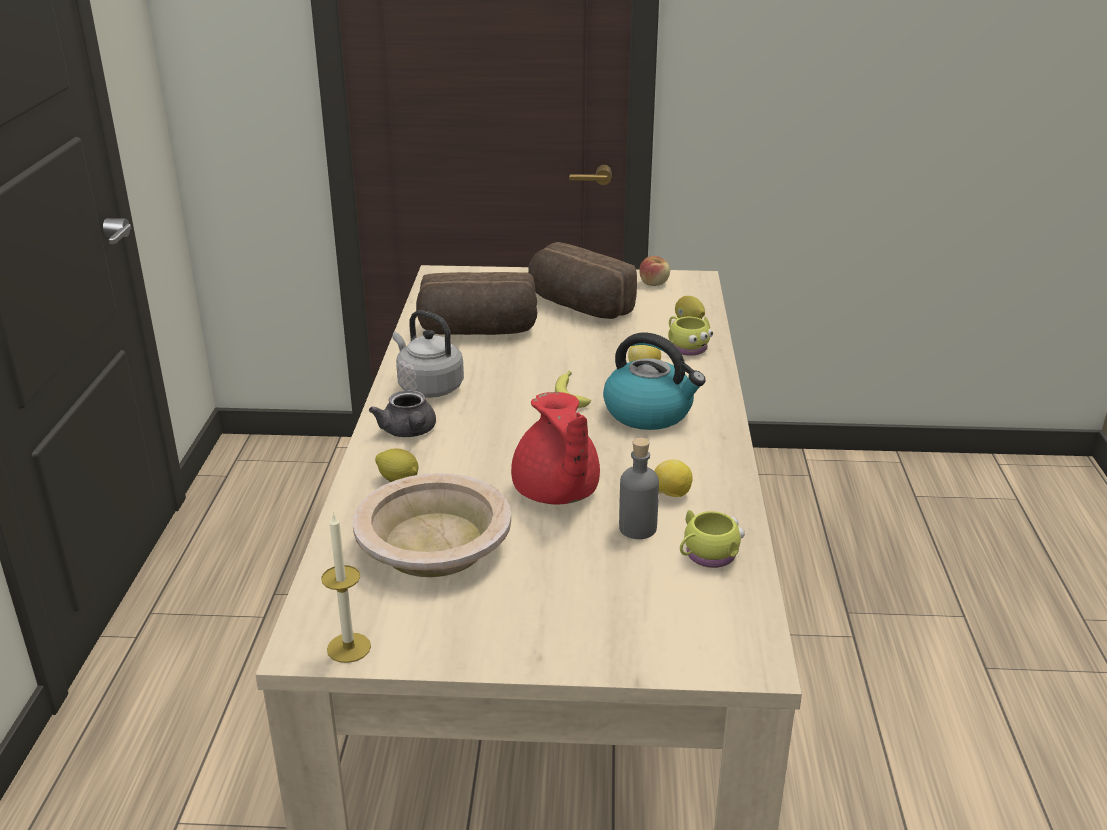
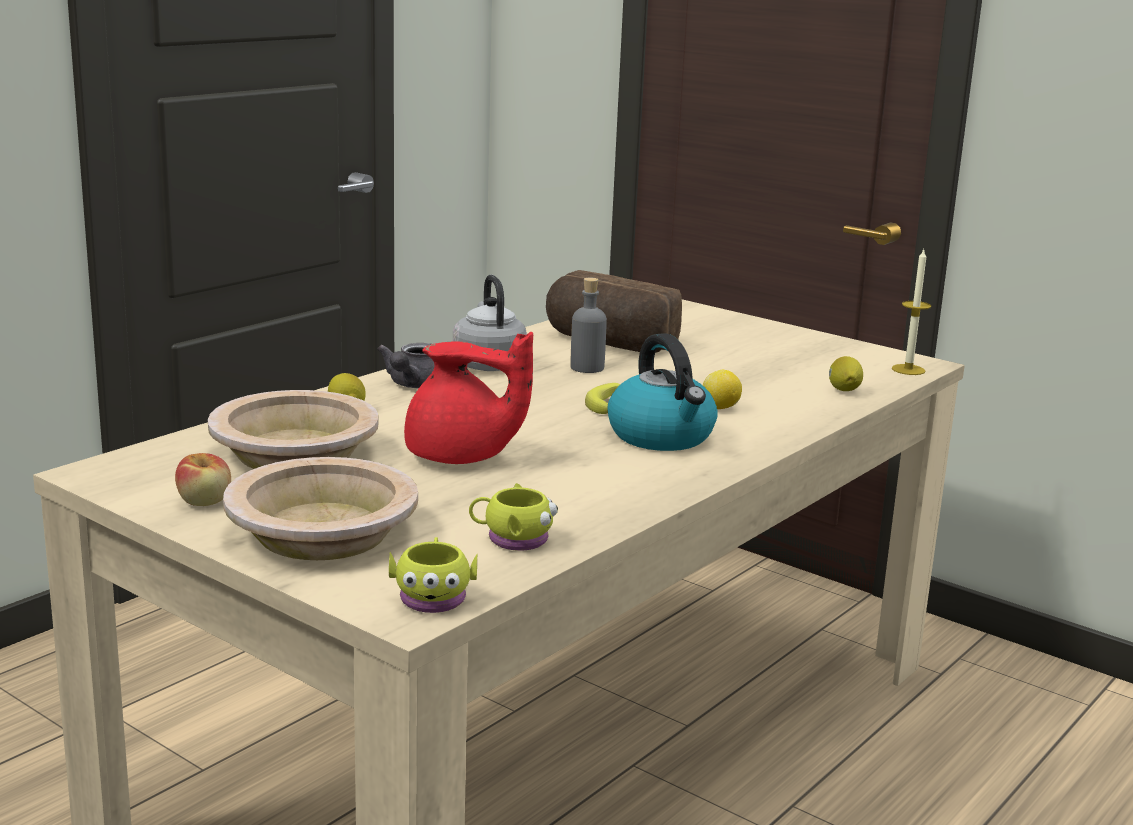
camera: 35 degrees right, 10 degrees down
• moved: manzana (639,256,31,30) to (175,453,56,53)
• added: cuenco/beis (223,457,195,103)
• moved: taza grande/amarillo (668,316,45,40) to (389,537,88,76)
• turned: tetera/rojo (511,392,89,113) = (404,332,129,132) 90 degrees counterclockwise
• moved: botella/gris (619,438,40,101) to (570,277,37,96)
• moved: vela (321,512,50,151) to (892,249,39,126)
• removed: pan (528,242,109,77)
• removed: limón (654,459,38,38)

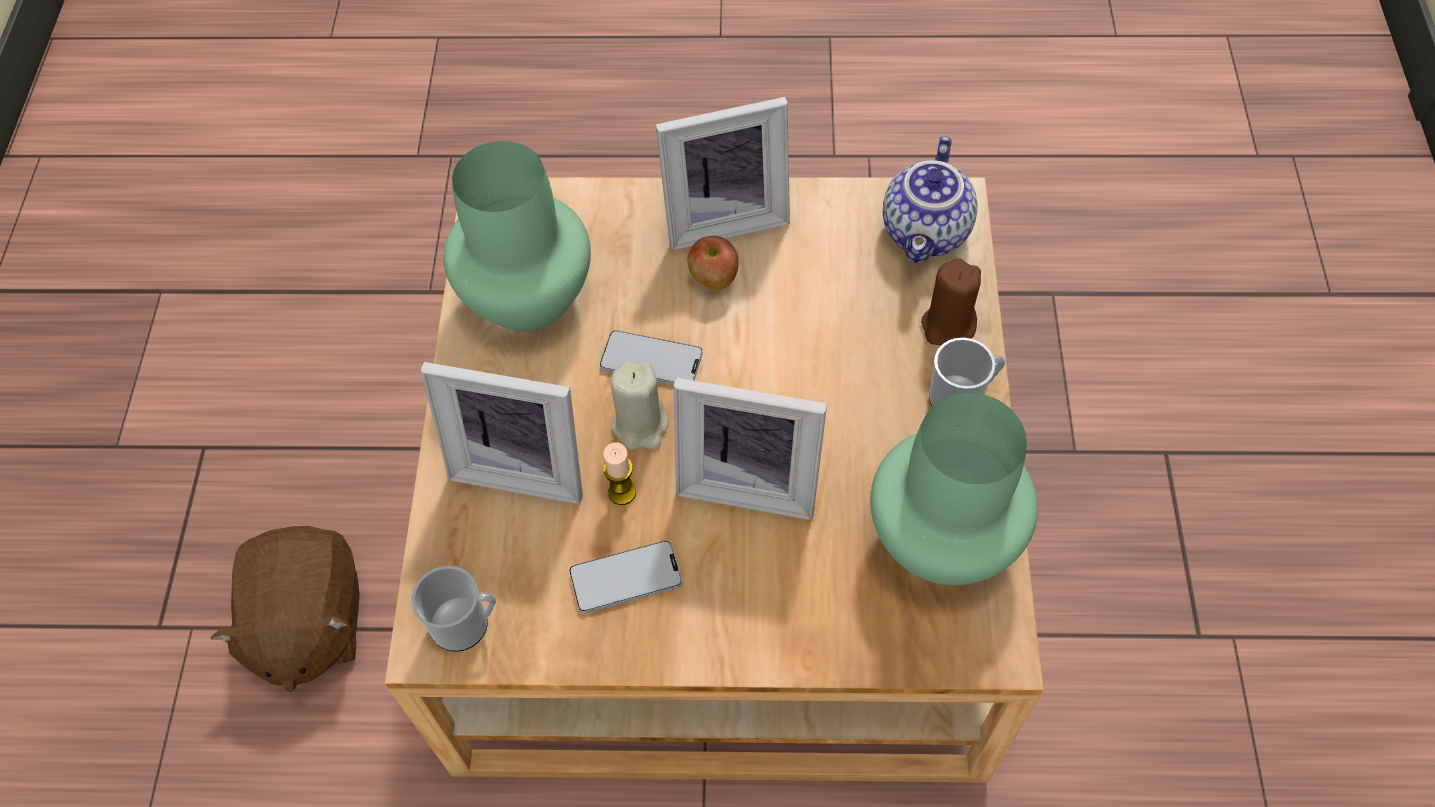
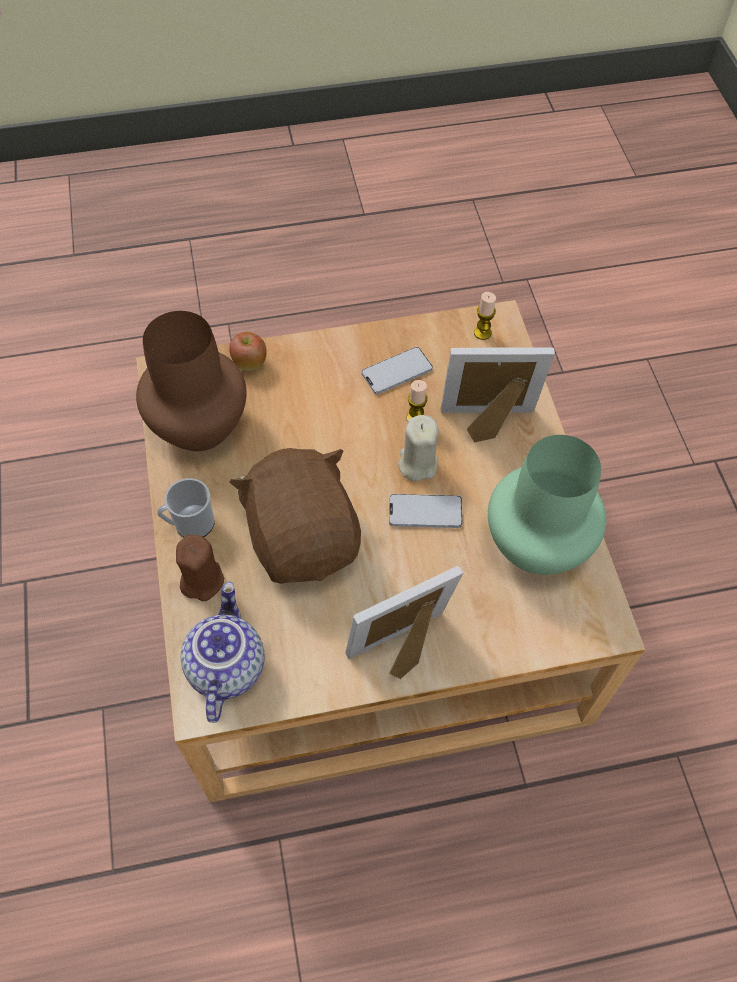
camera: 165 degrees right, 0 degrees up
• recoloured: florero/verde (870,393,168,192) to florero/marrón (136,311,110,140)
• moved: manzana (688,236,51,55) to (229,332,38,39)
• moved: peluche/marrón (211,526,149,166) to (229,448,132,136)
• replaced: taza grande (412,566,84,86) to vela (474,292,22,48)
• removed: portarretratos (674,378,153,142)

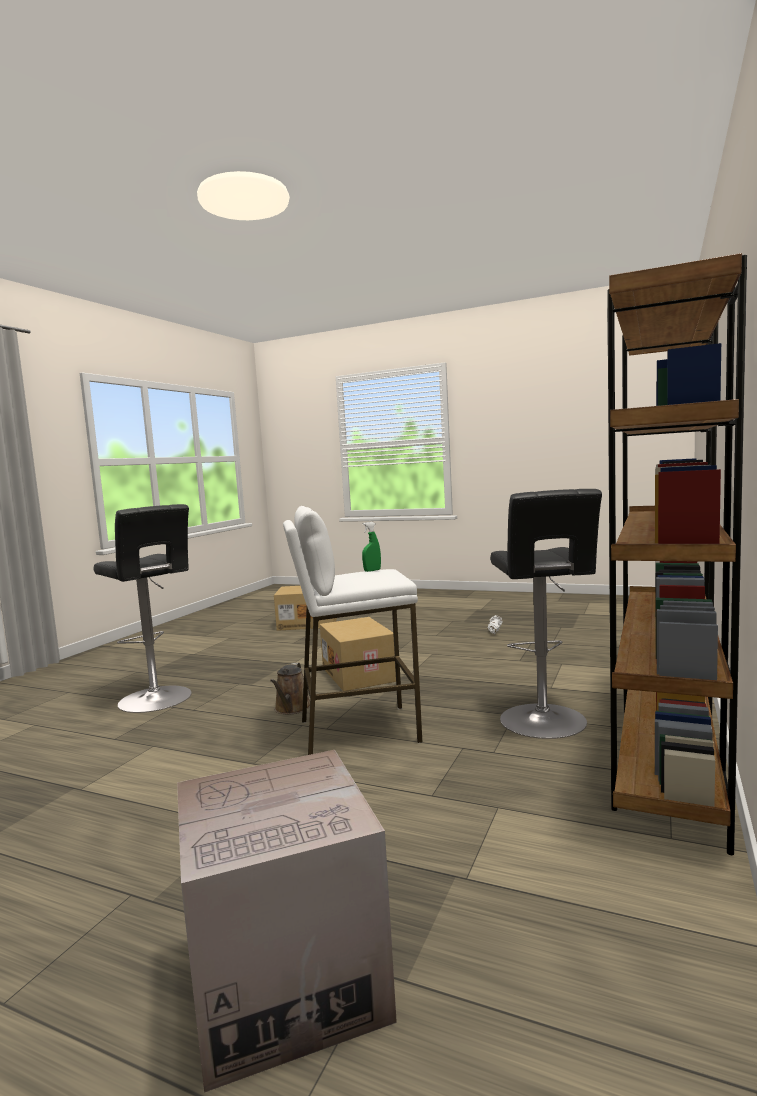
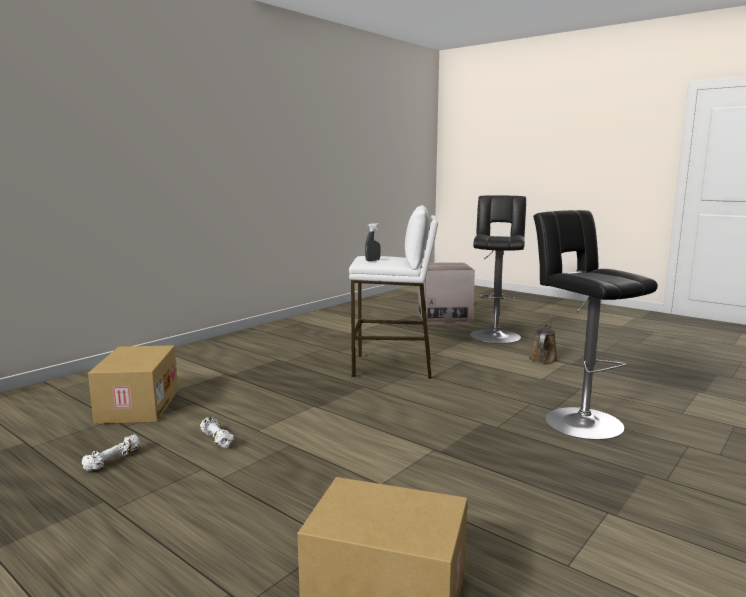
camera: 165 degrees left, 5 degrees up
• moved: caja de cartón (320,617,76,74) to (88,345,90,79)
• added: mancuerna/blanco (200,417,34,31)
• recoloured: pulverizador/verde (362,522,19,50) to pulverizador/gris (365,223,16,38)
• moved: taburete/negro (490,489,112,250) to (470,195,56,149)
• moved: regadera/marrón (270,663,40,52) to (529,315,29,48)
• removed: estantería/marrón (607,253,140,602)

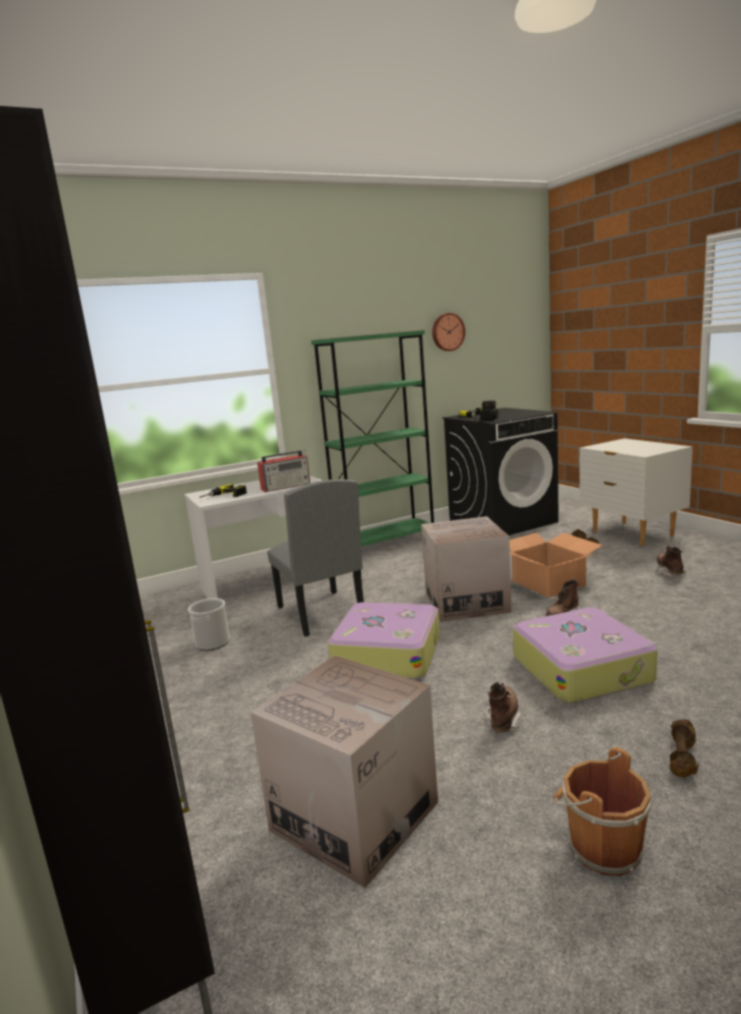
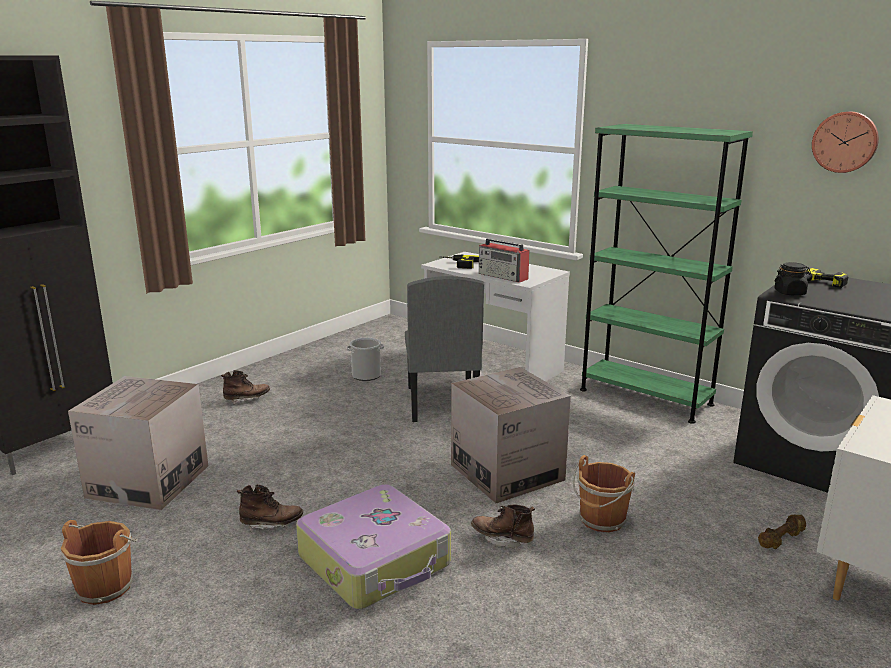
camera: 65 degrees right, 5 degrees up
• moved: bota/marrón (656,545,30,32) to (221,370,49,35)
• turned: silla/gris (267,479,97,158) = (405,276,79,146) 45 degrees counterclockwise
• replaced: caja de cartón (509,533,94,65) to cubo/marrón (573,455,62,77)
• removed: maleta (328,602,112,77)
• removed: mancuerna/marrón (670,719,29,59)

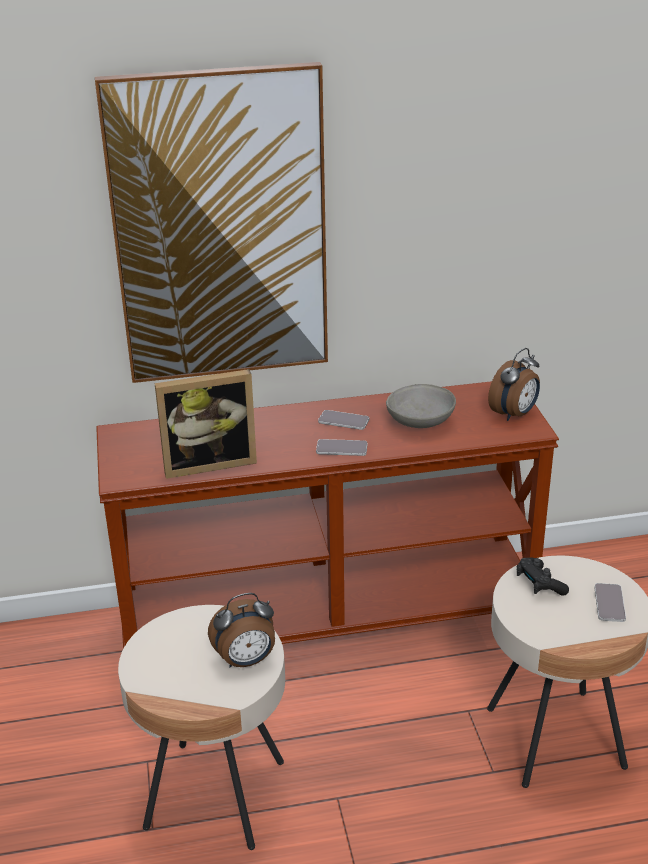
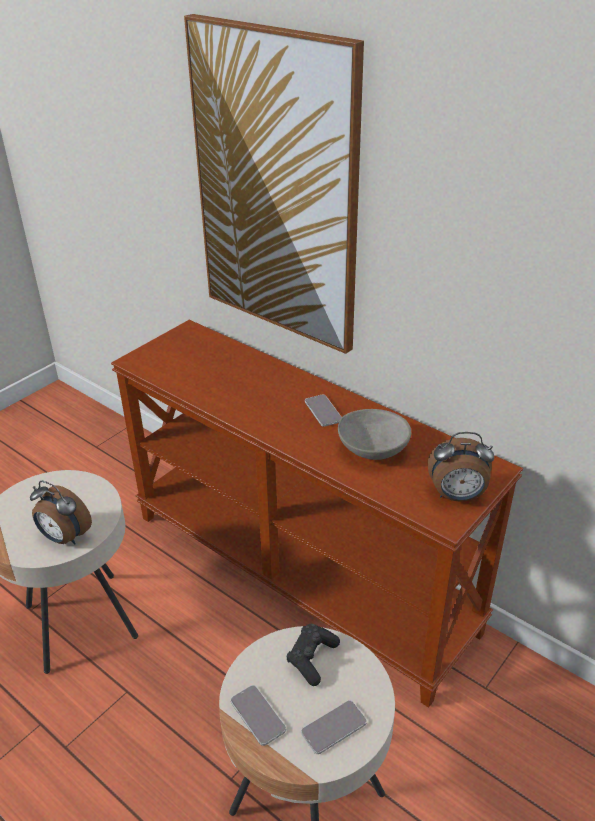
camera: 50 degrees right, 5 degrees up
• moved: móvil (316,439,51,17) to (231,685,55,61)
• removed: portarretratos (155,369,102,110)

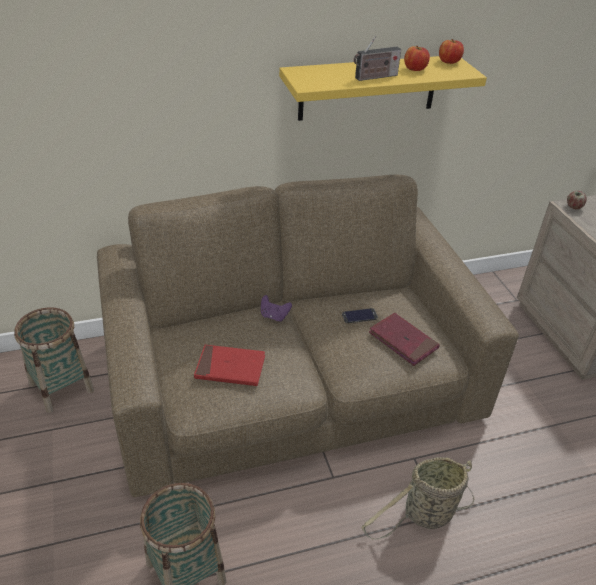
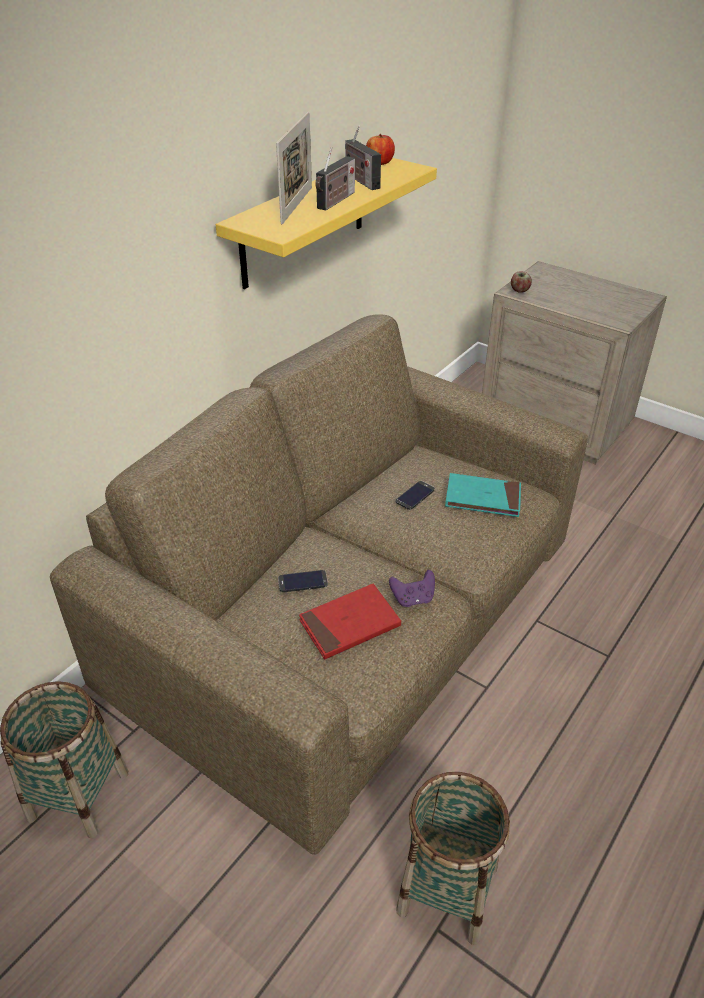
camera: 35 degrees left, 0 degrees up
• added: portarretratos (276,112,36,112)
• added: móvil (278,570,50,22)
• replaced: manzana (404,46,26,25) to radio (345,126,36,64)
• moved: mando de consola/morado (261,295,31,27) to (389,570,46,37)
• recoloured: libro/rojo (369,313,71,53) to libro/turquesa (445,473,76,44)
• removed: cesta (361,457,114,83)

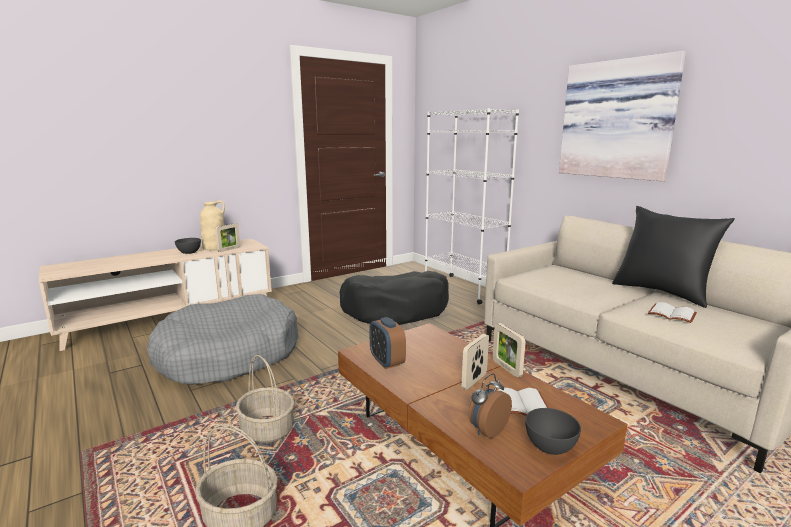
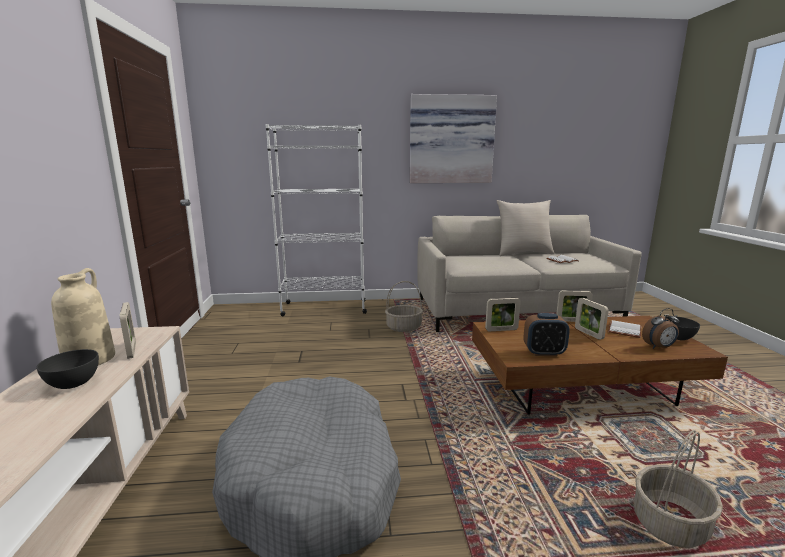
camera: 60 degrees left, 0 degrees up
• moved: cesta (236,355,59,88) to (385,281,38,51)
• added: portarretratos (485,298,36,33)
• recoloured: cojín/negro (612,206,123,102) to cojín/beis (496,200,59,56)
• turned: despertador (469,373,43,65) = (642,308,37,41) 90 degrees counterclockwise
• removed: cama para perro/negro (340,271,109,54)

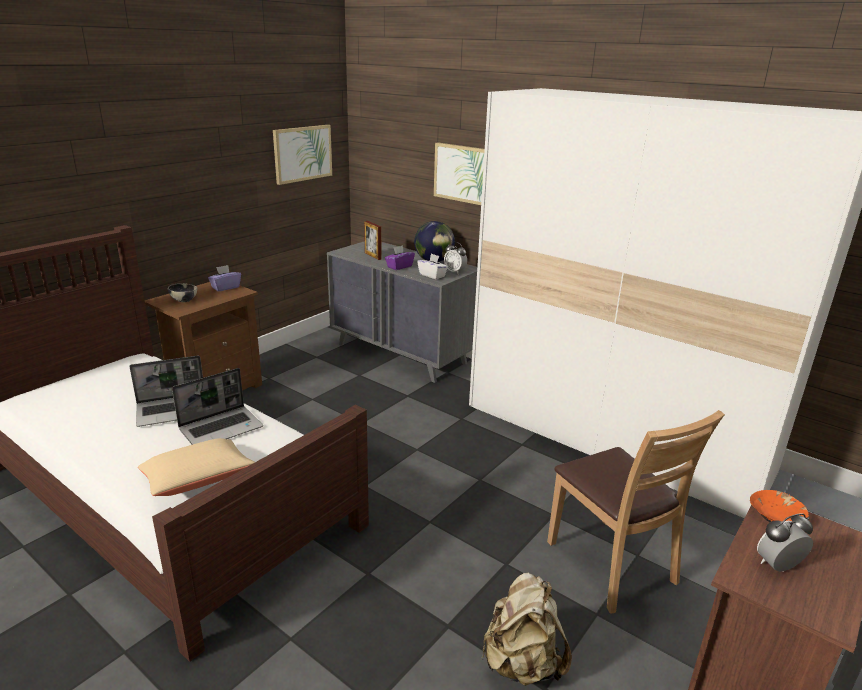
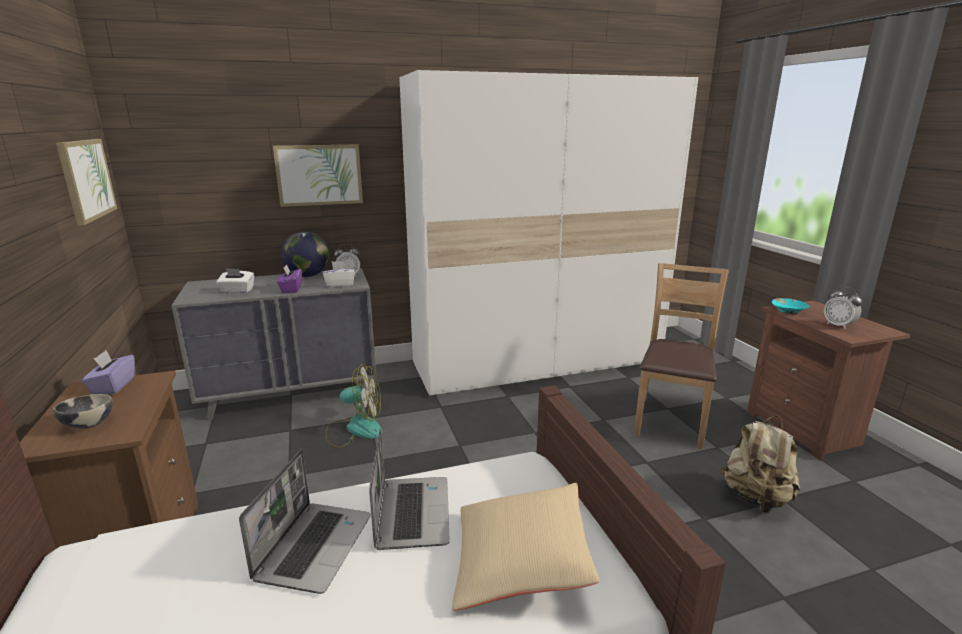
camera: 55 degrees left, 5 degrees down
• replaced: portarretratos (364,221,17,39) to caja de pañuelos/blanco (216,268,38,25)
• added: ventilador (325,364,57,84)
• turned: silla/marrón (547,410,178,204) = (634,263,95,186) 75 degrees counterclockwise
• recoloured: cuenco/naranja (750,490,59,32) to cuenco/turquesa (772,298,38,16)
• turned: despertador (757,513,56,59) = (824,287,38,42) 45 degrees counterclockwise

